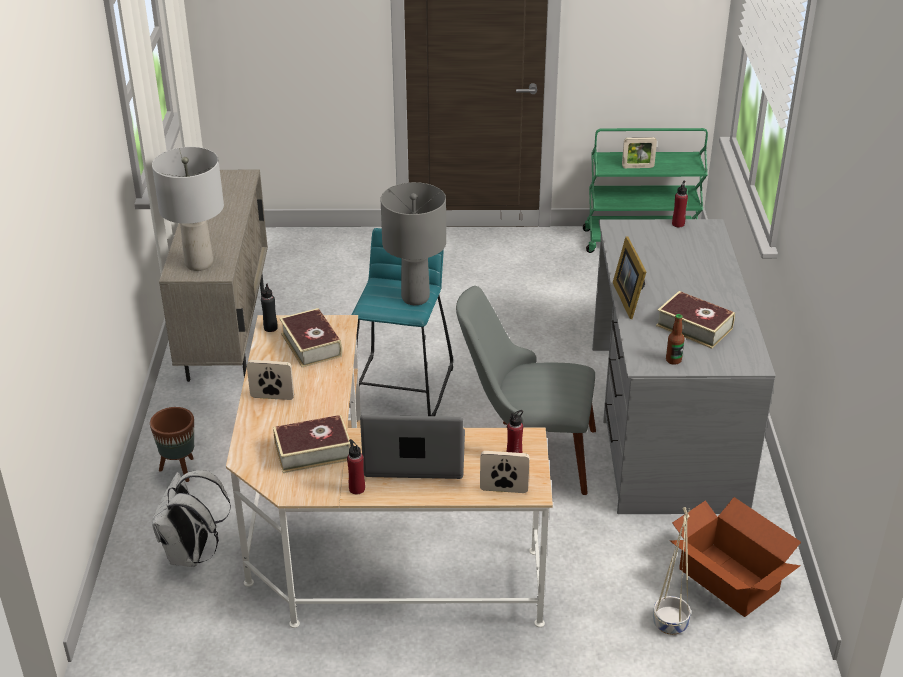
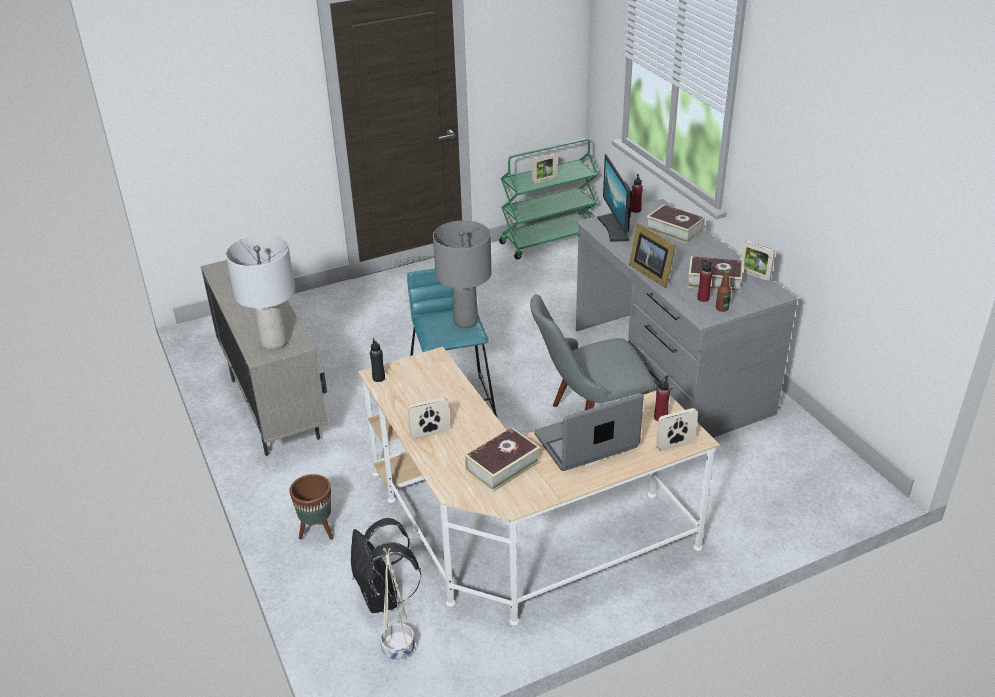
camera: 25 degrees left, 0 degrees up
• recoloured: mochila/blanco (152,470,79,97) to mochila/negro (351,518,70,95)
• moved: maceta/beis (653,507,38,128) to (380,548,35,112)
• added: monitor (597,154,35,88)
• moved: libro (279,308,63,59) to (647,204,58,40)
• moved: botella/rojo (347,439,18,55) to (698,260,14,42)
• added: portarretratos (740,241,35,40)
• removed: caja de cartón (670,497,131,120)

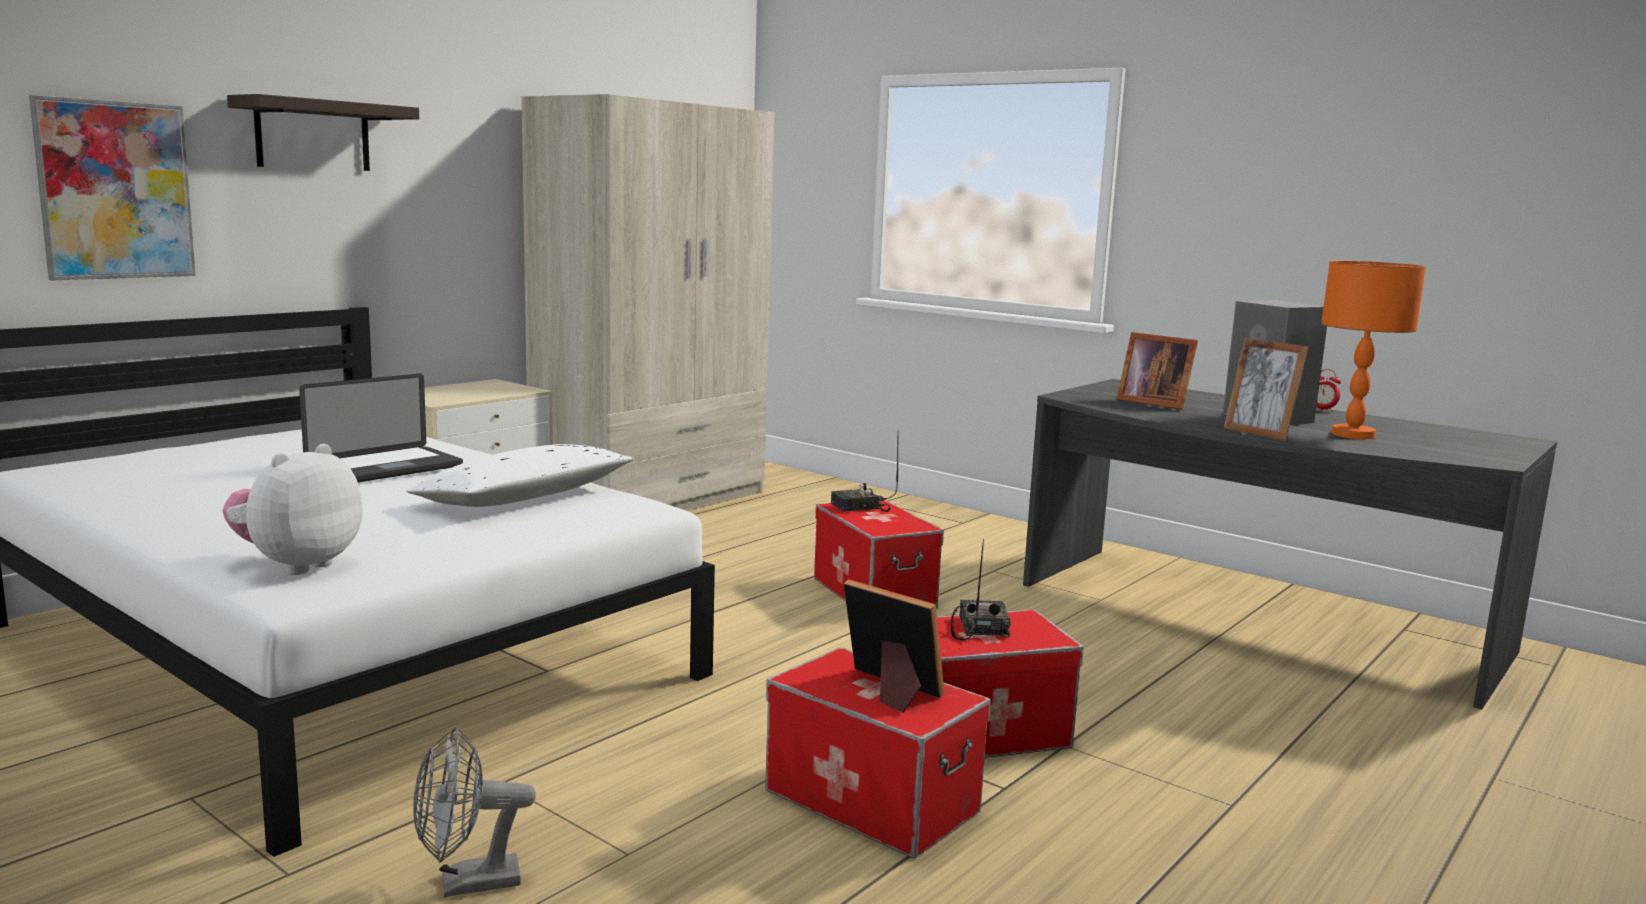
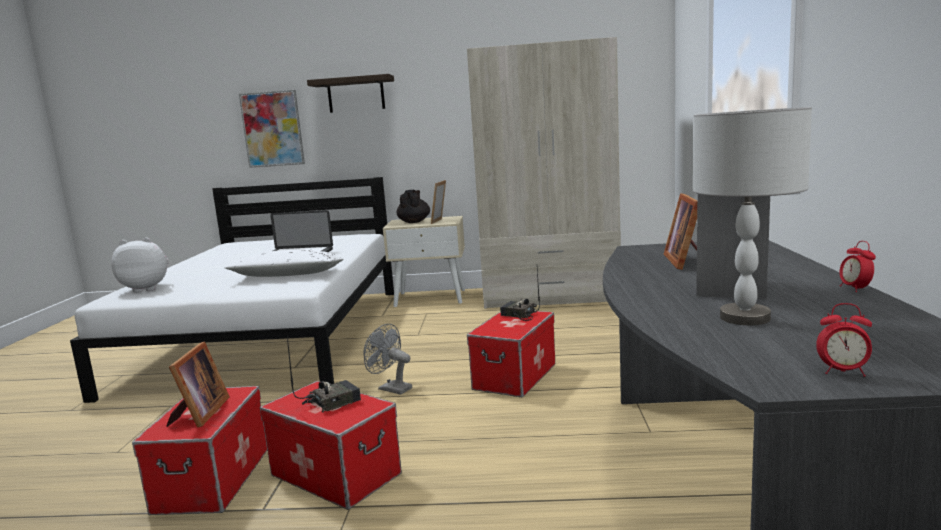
camera: 55 degrees right, 0 degrees up
• moved: ventilador/gris (413,727,123,170) to (363,324,49,71)
• added: tetera/negro (397,190,33,33)
• moved: portarretratos (1224,338,84,103) to (431,180,15,44)
• recoloured: lámpara de mesa/naranja (1321,260,105,179) to lámpara de mesa/gris (692,107,120,218)
• added: despertador (816,303,56,74)

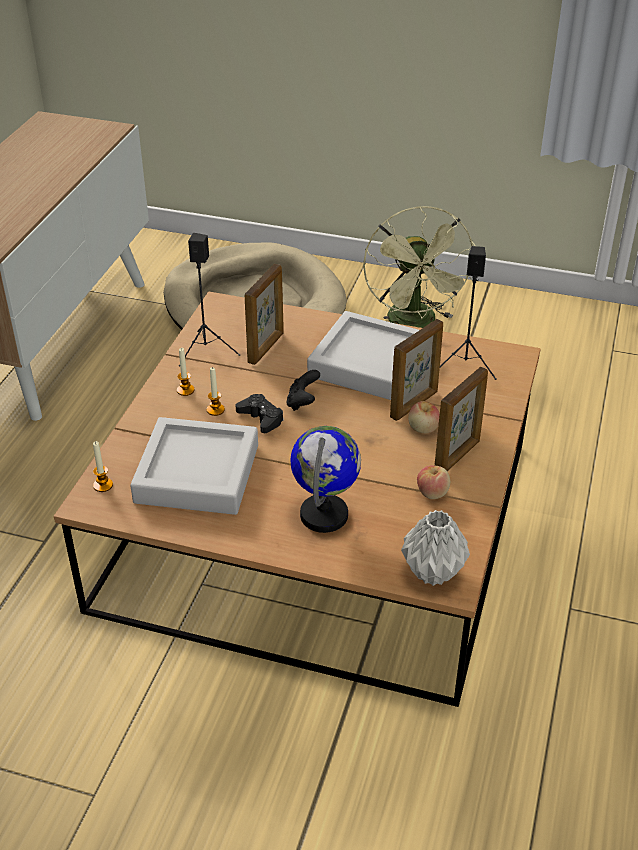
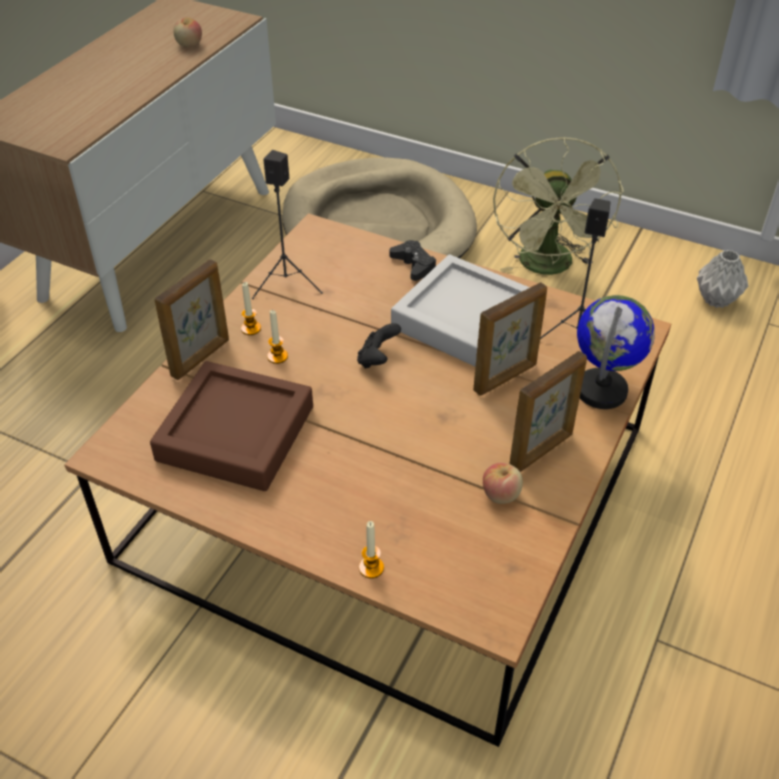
camera: 10 degrees right, 5 degrees up
• recoloured: bandeja/gris (130,417,128,98) to bandeja/marrón (150,361,163,130)
• moved: portarretratos (245,264,39,101) to (154,259,75,121)
• moved: manzana (408,401,32,33) to (173,17,29,30)
• moved: vela (93,441,20,51) to (359,521,25,58)
• moved: mando de consola/negro (236,394,48,39) to (389,240,47,41)
• moved: globo terráqueo (291,426,70,107) to (577,295,78,114)
• moved: florero/gris (401,510,69,76) to (697,250,51,58)

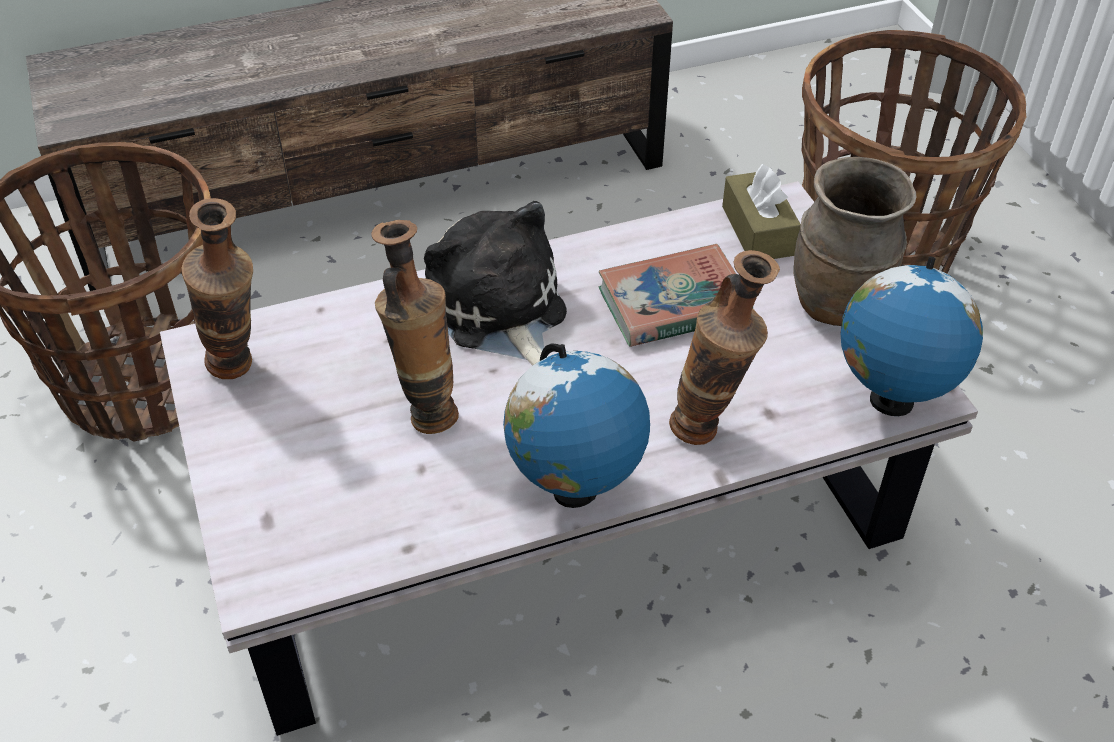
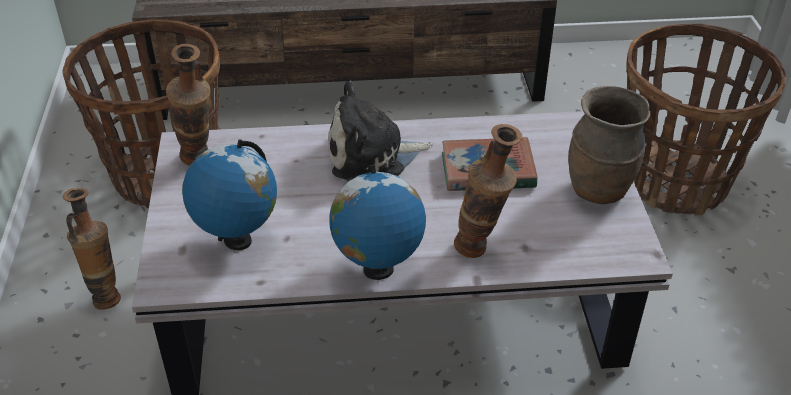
camera: 15 degrees right, 5 degrees down
• moved: florero (372,220,87,214) to (63,188,58,122)
• moved: globo terráqueo (840,256,143,160) to (182,139,95,111)
• turned: peluche (424,201,143,165) = (328,81,105,100) 90 degrees counterclockwise
• removed: caja de pañuelos/marrón (722,164,79,95)

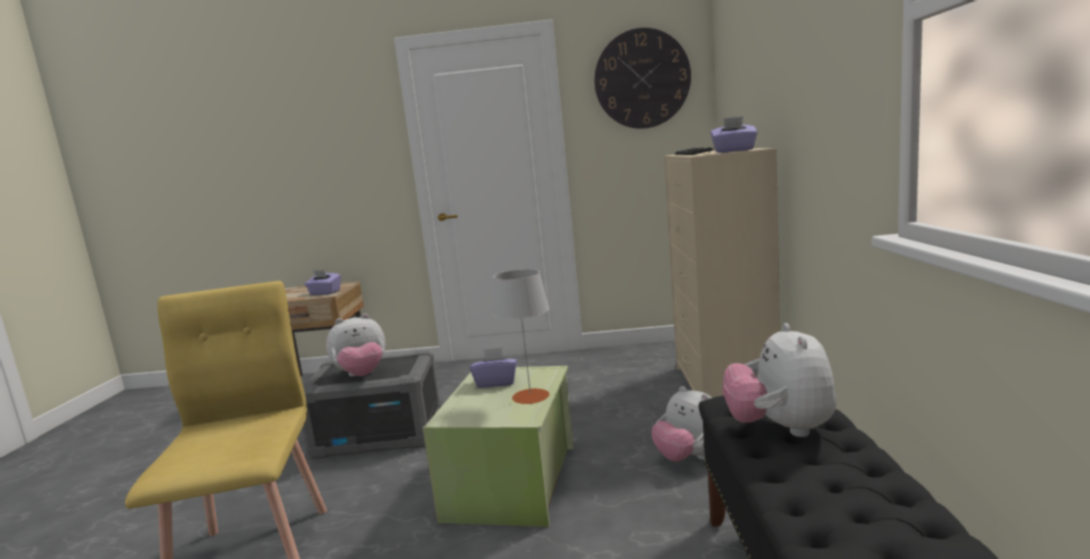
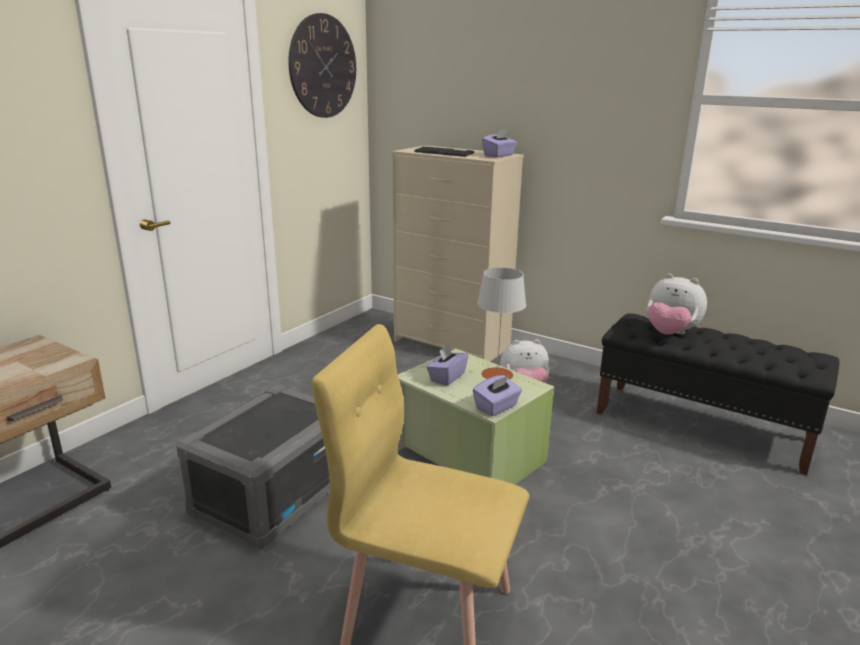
camera: 60 degrees left, 10 degrees up
• moved: caja de pañuelos/morado (305,270,36,25) to (473,375,49,41)
• removed: peluche (326,313,60,63)

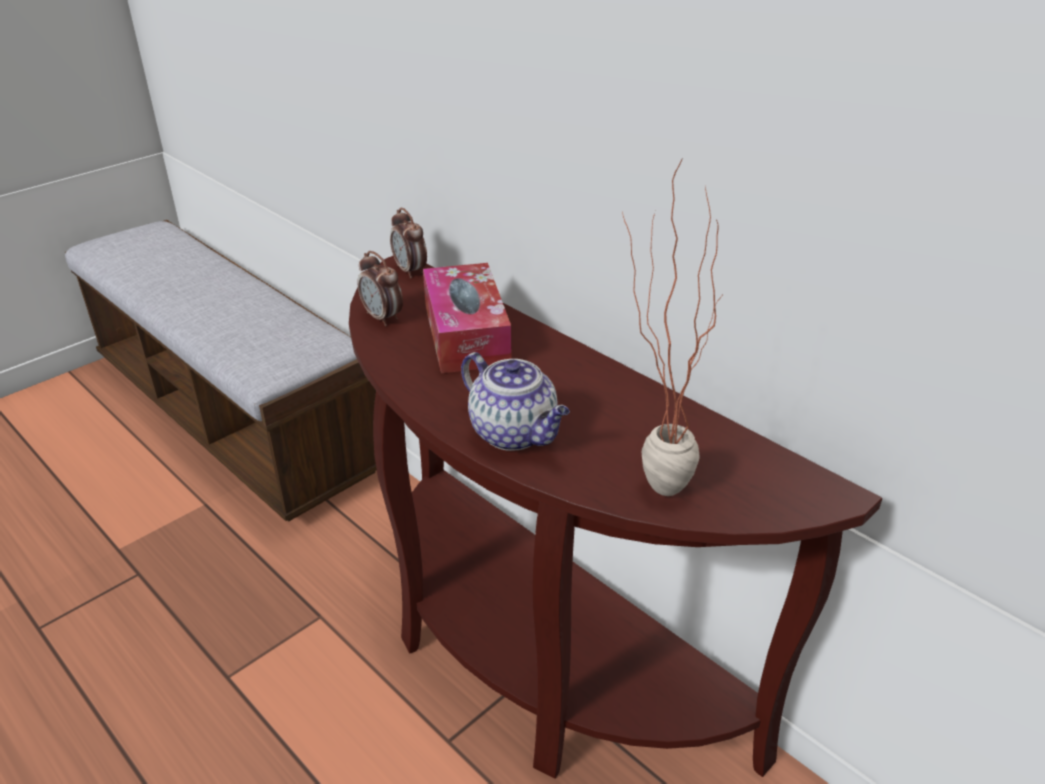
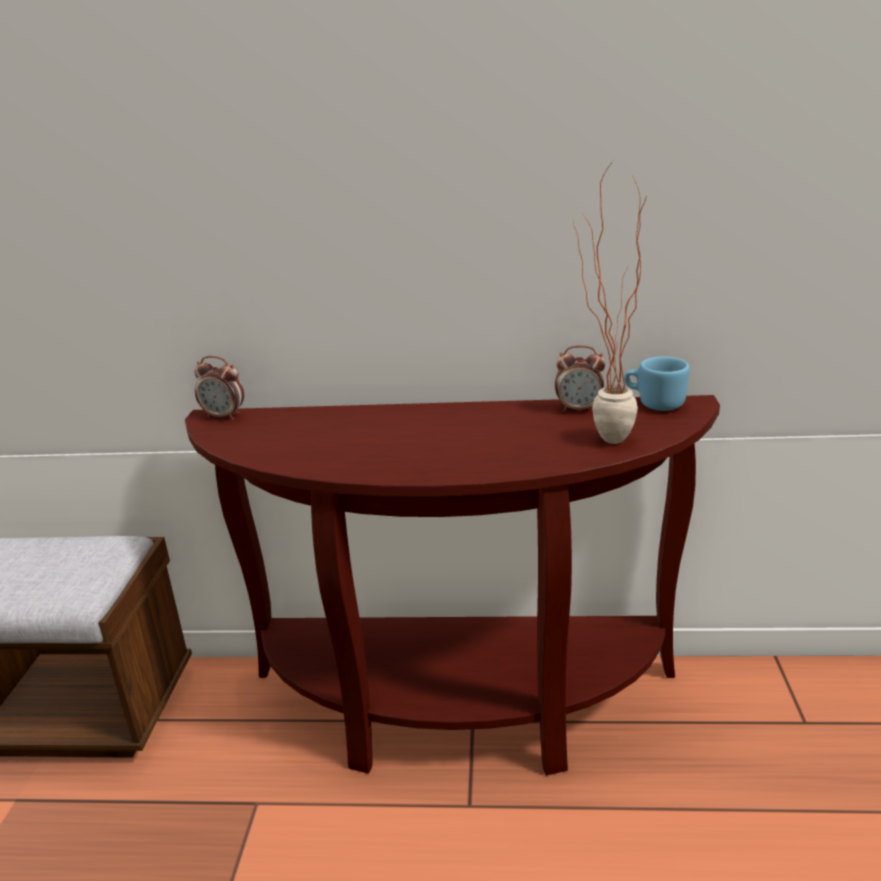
camera: 40 degrees left, 10 degrees down
• moved: despertador (357,251,46,75) to (555,345,51,67)
• added: taza grande/azul (624,356,66,55)
• removed: caja de pañuelos (423,263,89,110)
• removed: tetera (461,352,109,99)

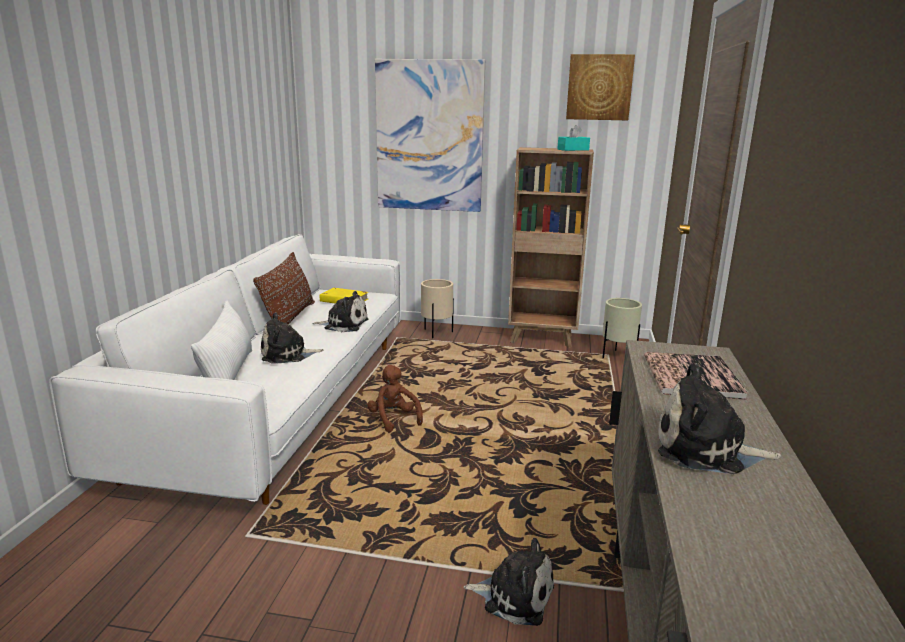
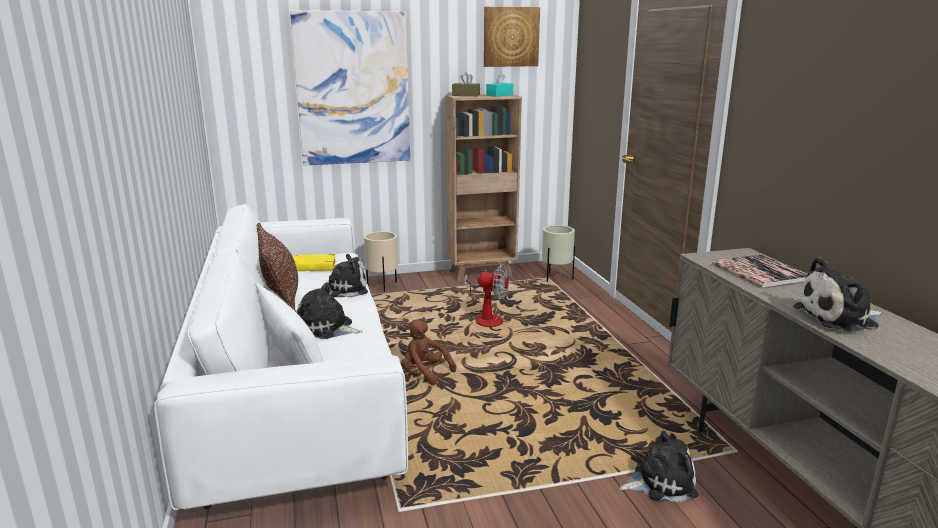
camera: 25 degrees left, 0 degrees up
• turned: peluche (261,312,63,52) = (296,282,67,57) 60 degrees clockwise
• added: caja de pañuelos/marrón (452,72,28,24)
• added: ventilador (465,264,45,63)

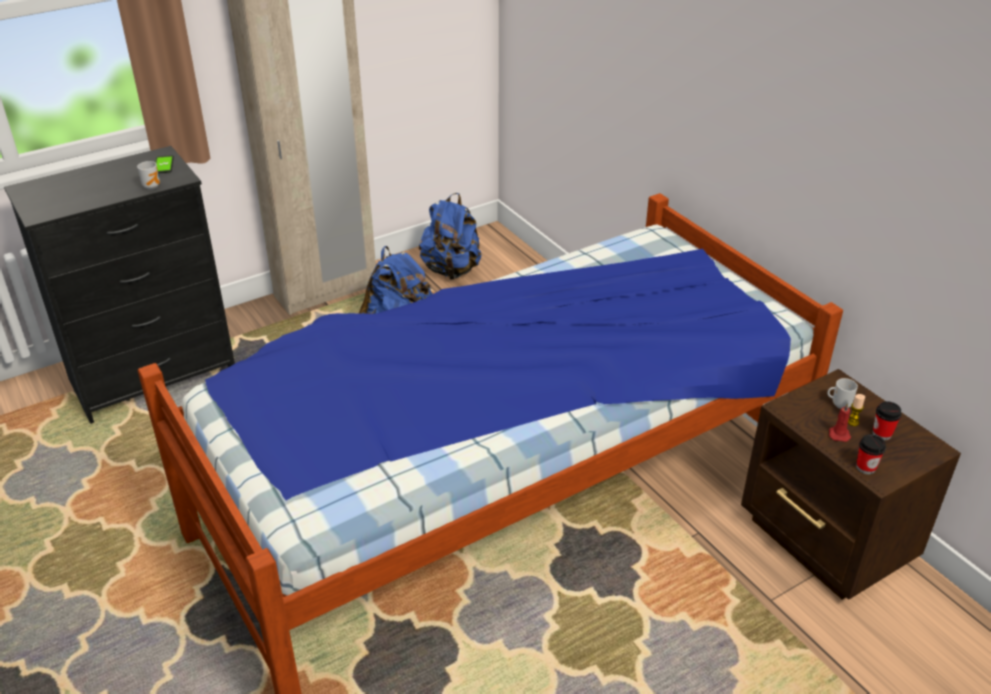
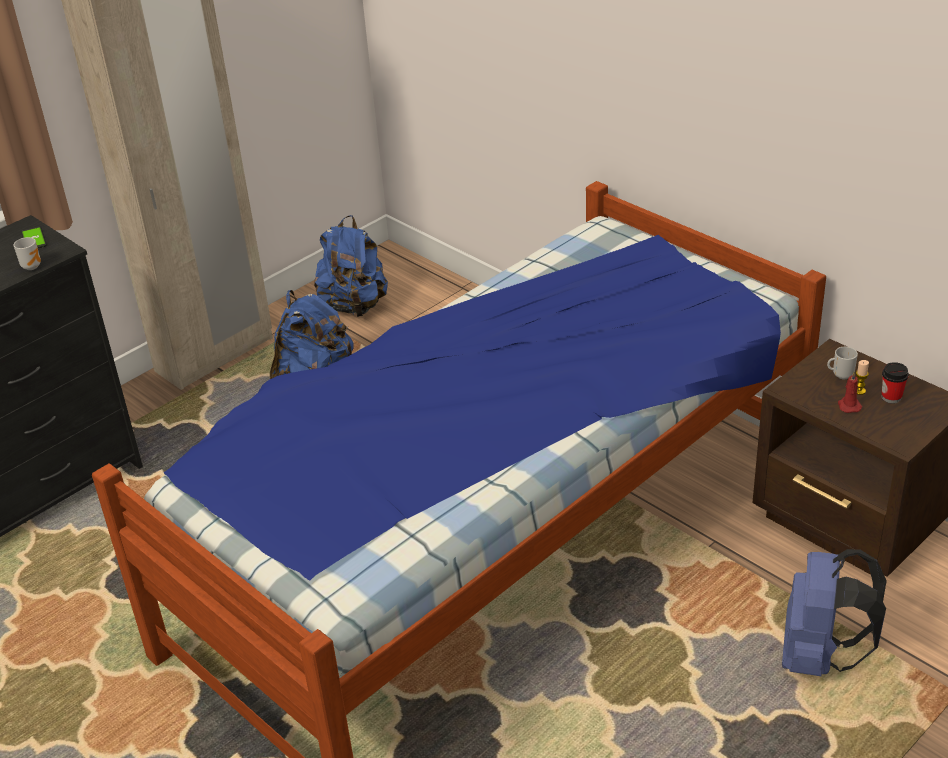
camera: 10 degrees left, 0 degrees up
• added: mochila/azul (782,549,105,127)
• removed: taza (856,434,30,40)

